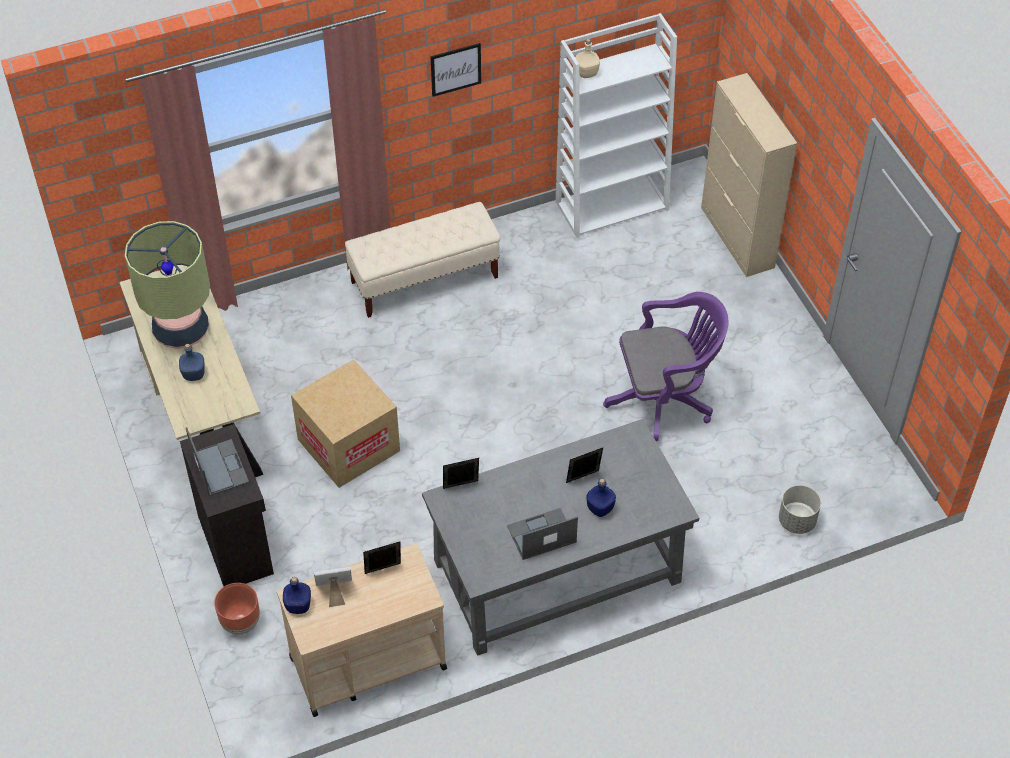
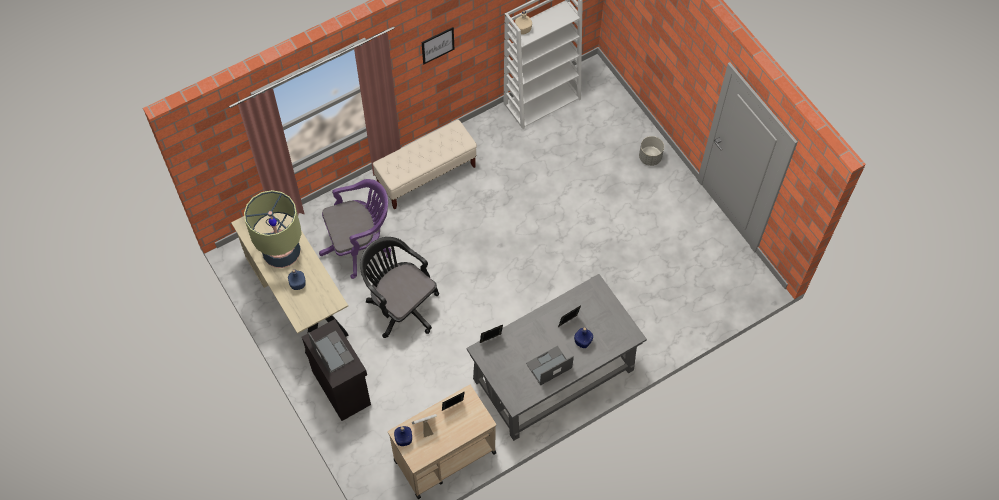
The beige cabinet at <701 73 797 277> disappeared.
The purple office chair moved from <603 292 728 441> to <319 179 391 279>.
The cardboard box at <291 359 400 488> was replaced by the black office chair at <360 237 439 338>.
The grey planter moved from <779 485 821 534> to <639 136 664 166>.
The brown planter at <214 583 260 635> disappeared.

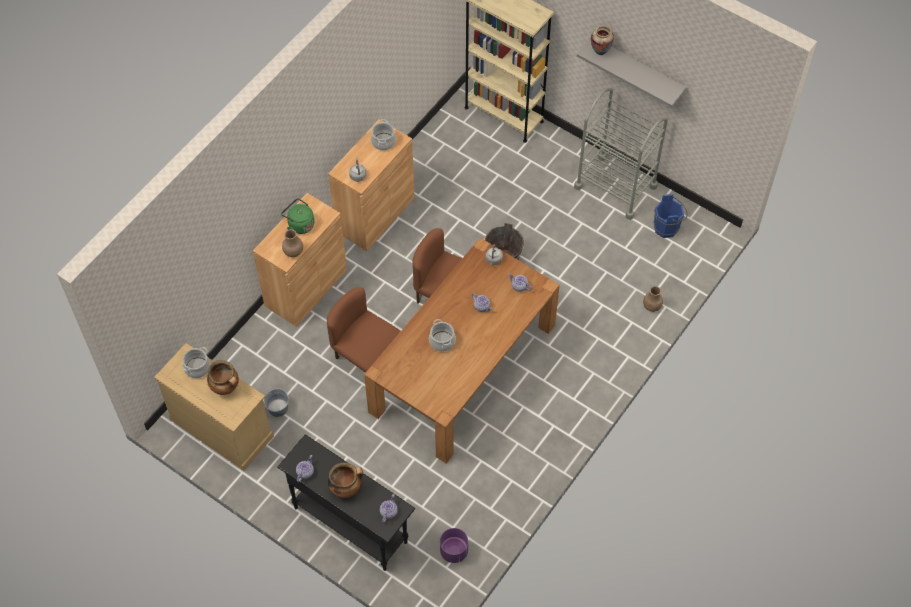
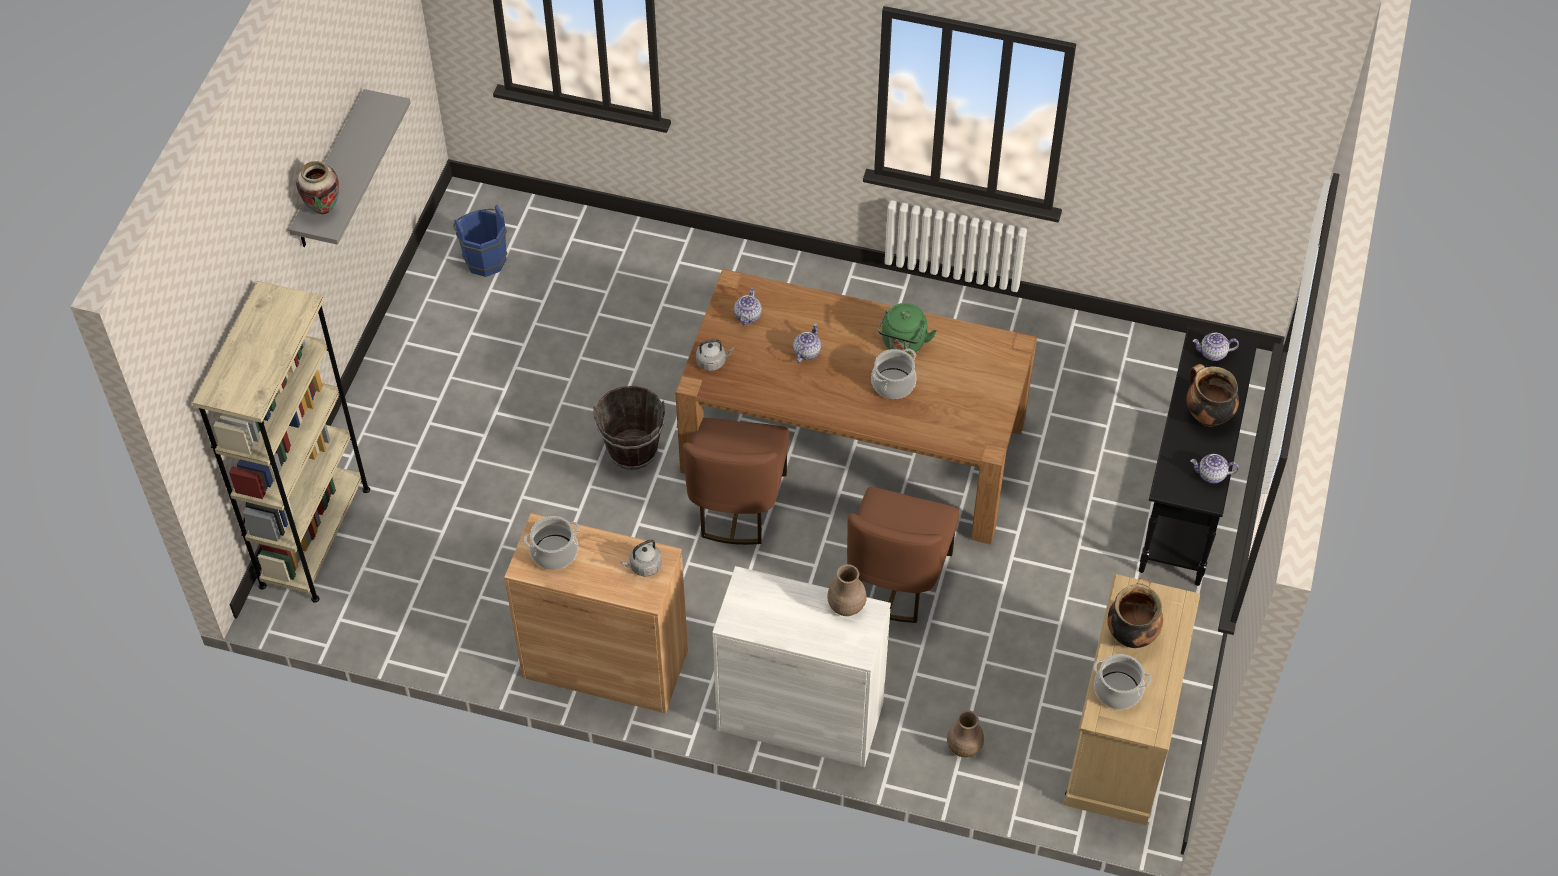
The grey cart at <574 88 668 220> disappeared.
The brown cabinet at <253 193 347 327> became the white cabinet at <712 566 891 767>.
The green kettle moved from <281 198 314 234> to <878 303 937 354>.
The brown vase moved from <643 286 663 312> to <947 710 984 757>.
The grey bucket at <264 388 289 417> disappeared.
The purple planter at <440 528 468 563> disappeared.

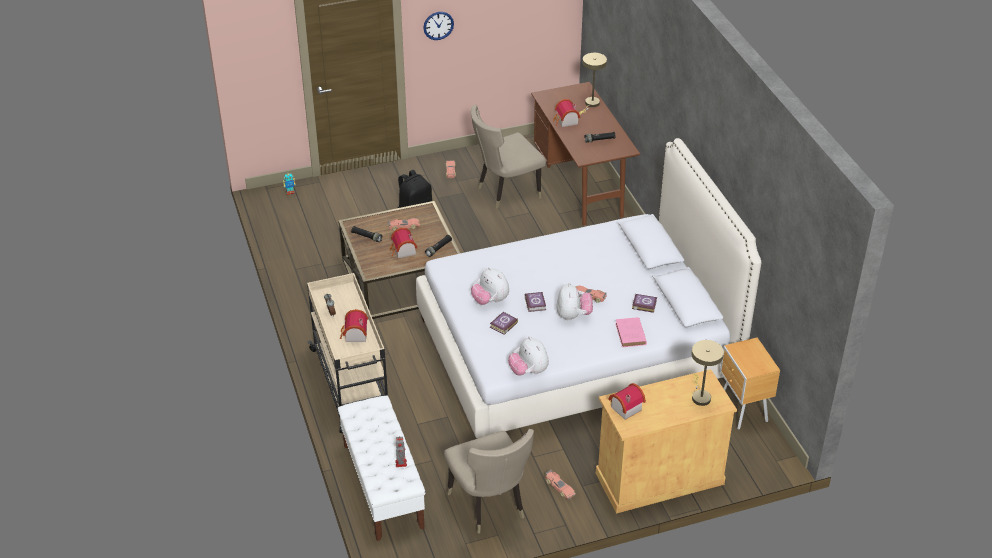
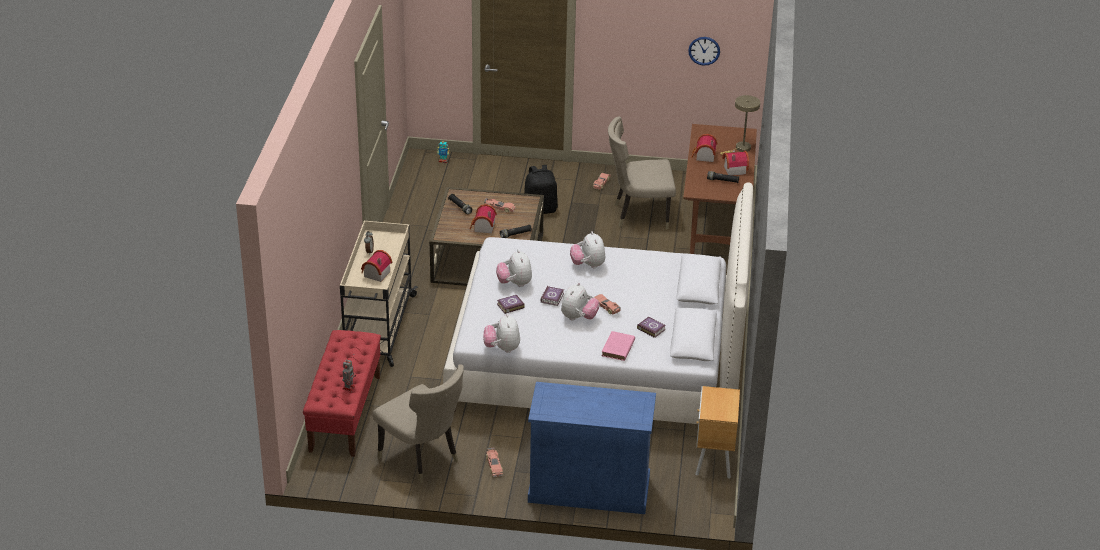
The wall clock moved from <423 12 454 40> to <688 37 720 66>.
The beige table lamp at <692 340 724 406> disappeared.
The beige cabinet at <596 369 737 514> became the blue cabinet at <528 382 656 514>.
The toy house moved from <608 383 646 420> to <722 151 749 176>.
The white bench at <338 395 426 541> became the red bench at <303 330 381 457>.
The beige chair at <444 429 534 533> turned 45 degrees counterclockwise.
The plush toy at <570 231 605 268> appeared.

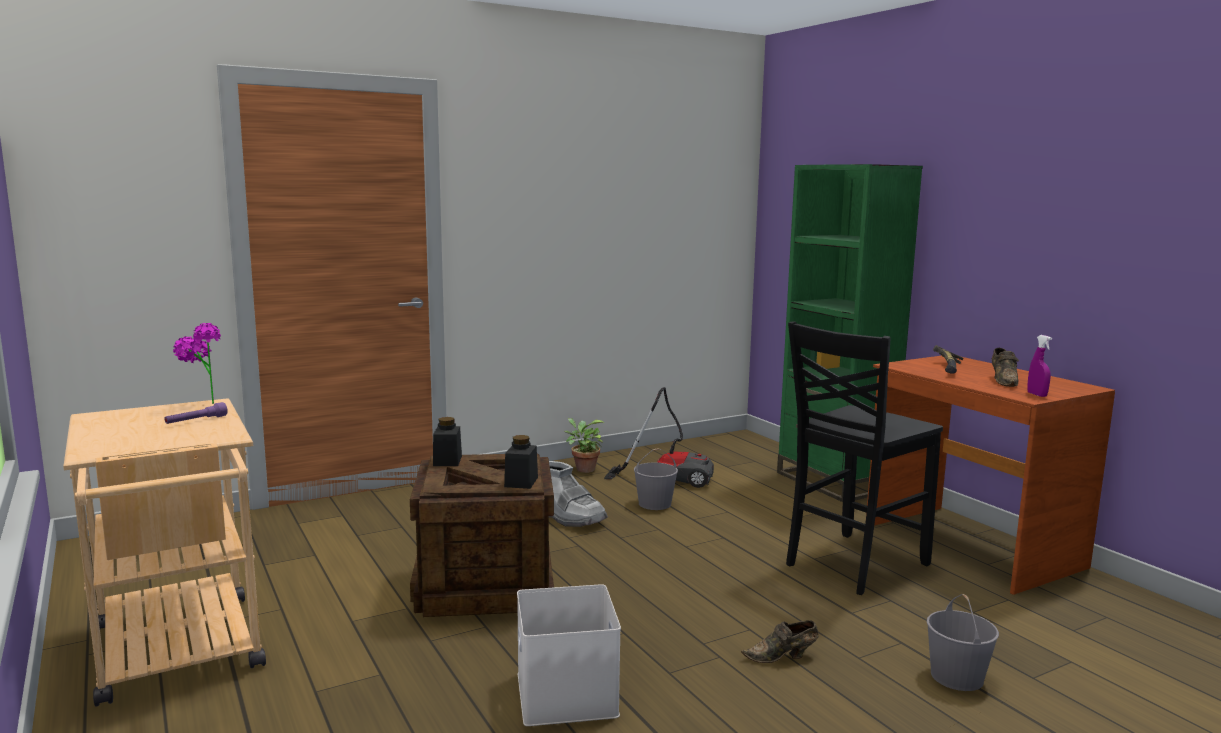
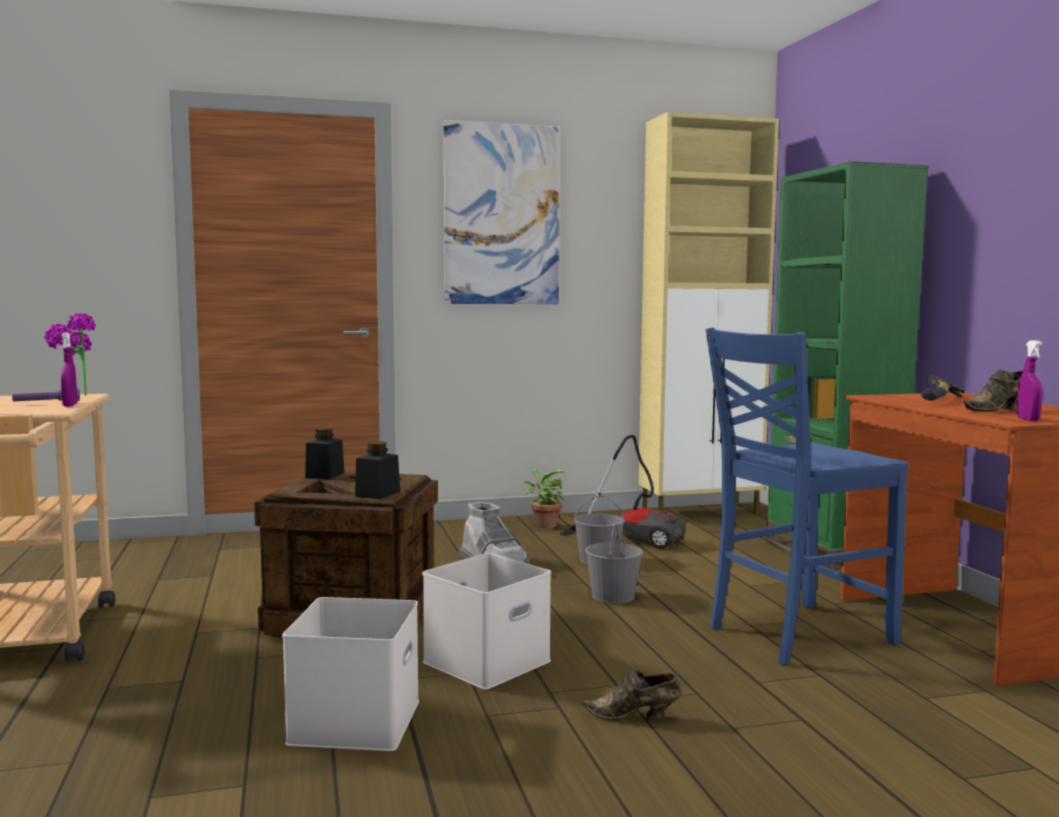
The black chair at <786 321 943 595> became the blue chair at <706 328 909 666>.
The brown shoe at <992 348 1019 387> turned 45 degrees clockwise.
The grey bucket moved from <927 594 999 691> to <585 522 643 604>.
The beige cabinet at <639 112 779 515> appeared.
The picture at <444 120 560 304> appeared.
The purple spray bottle at <61 332 77 407> appeared.
The white storage box at <422 553 551 690> appeared.

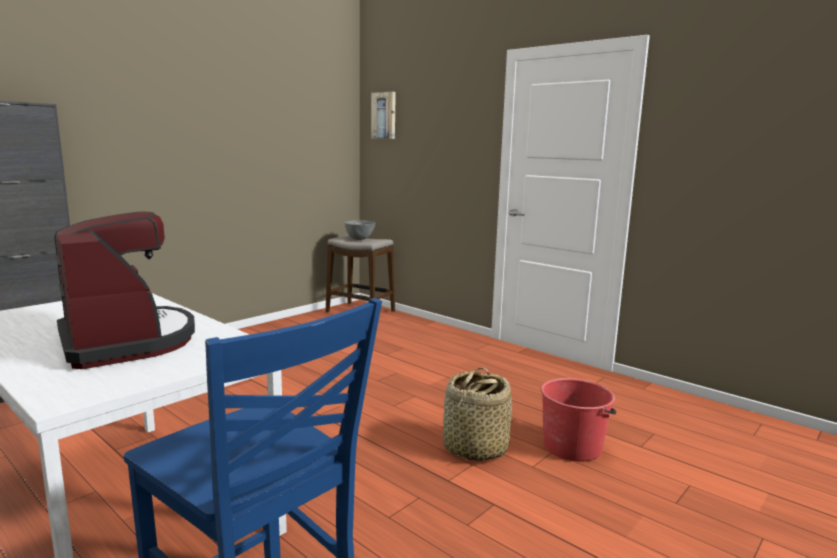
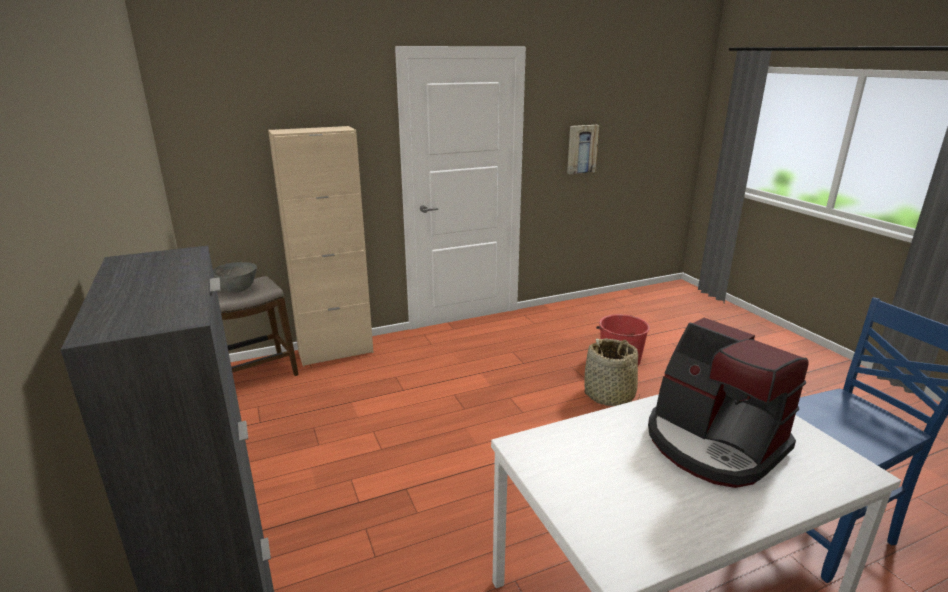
The picture moved from <371 92 396 139> to <567 125 599 174>.
The coffee machine at <55 212 195 369> turned 120 degrees counterclockwise.
The beige cabinet at <268 126 374 367> appeared.

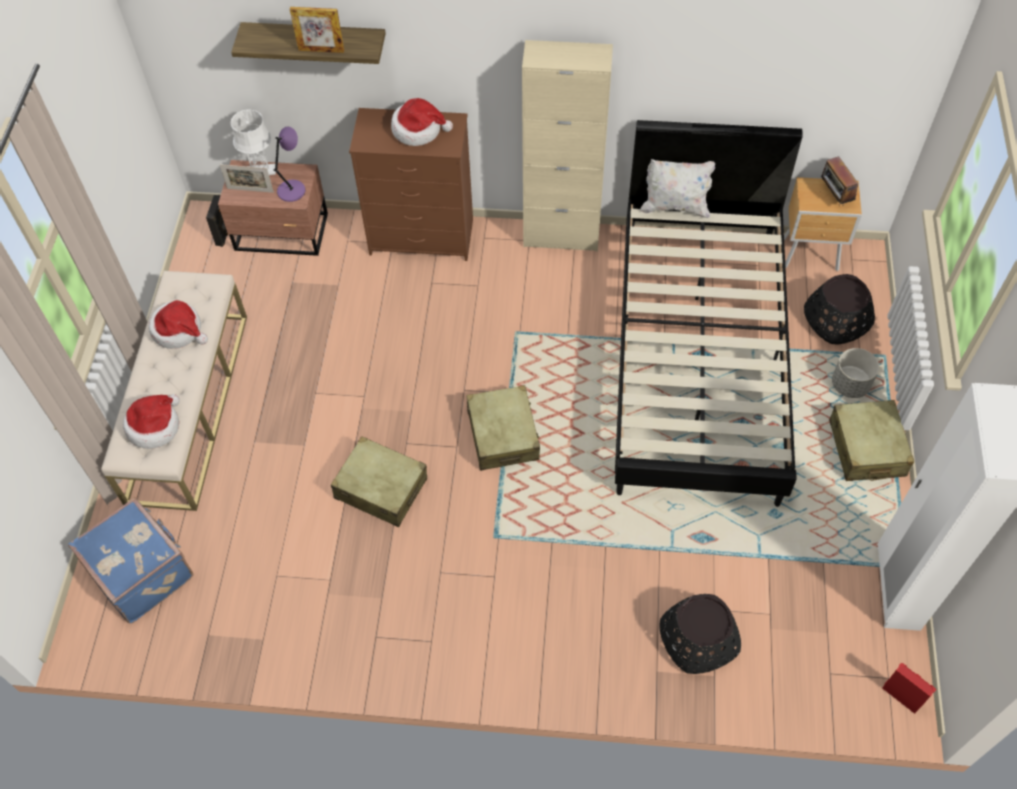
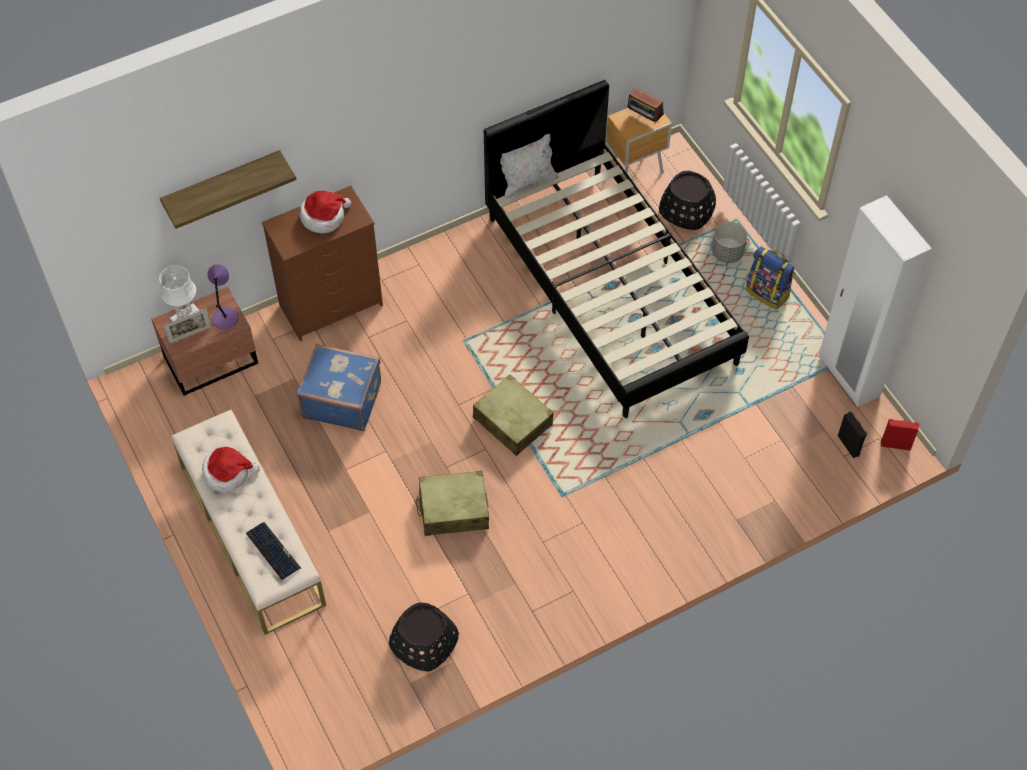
The picture frame at <290 7 344 53> disappeared.
The beige cabinet at <522 40 613 252> disappeared.
The black speaker moved from <206 195 228 247> to <838 411 867 458>.
The hat at <123 394 180 449> was replaced by the keyboard at <246 522 301 581>.
The beige suitcase at <829 400 914 481> was replaced by the backpack at <746 246 795 310>.
The blue suitcase moved from <68 497 193 623> to <297 344 381 431>.
The black planter moved from <659 594 741 674> to <389 602 459 671>.

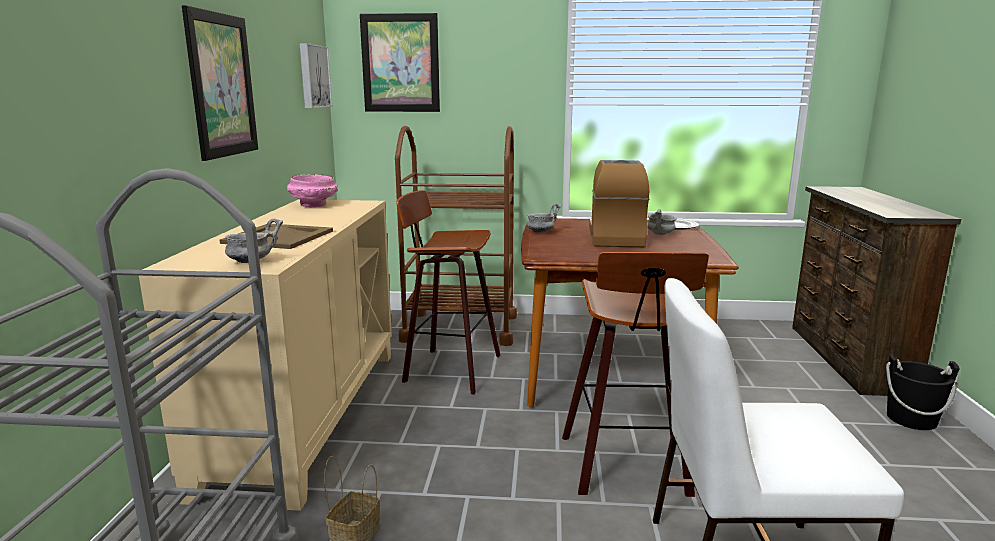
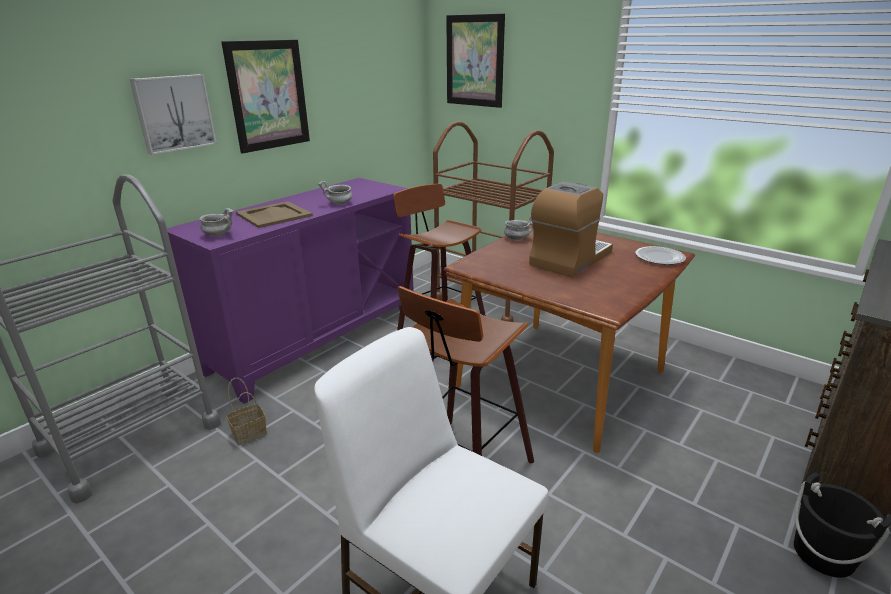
The picture moved from <299 43 332 108> to <130 74 217 155>.
The pink bowl at <287 174 338 207> disappeared.
The beige cabinet at <139 200 392 511> became the purple cabinet at <167 178 414 404>.
The grey bowl moved from <647 209 677 235> to <318 181 352 205>.

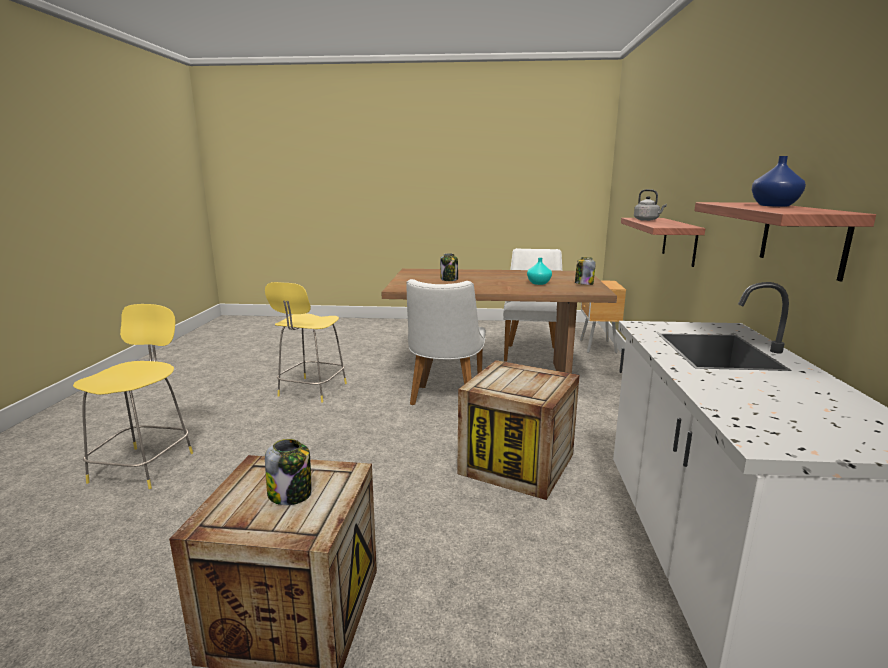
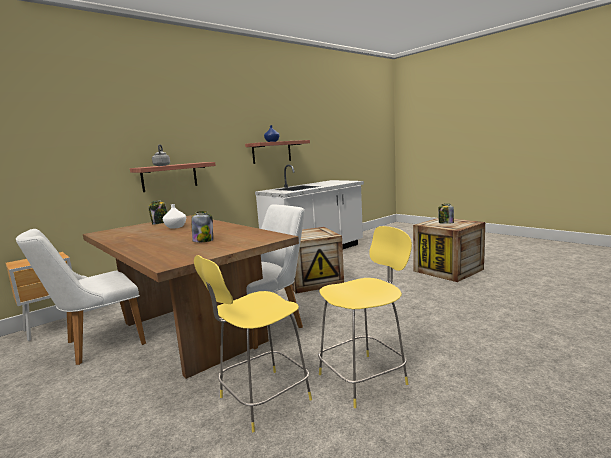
The turquoise vase at <527 258 552 285> became the white vase at <163 204 186 229>.
The yellow stool moved from <73 304 193 489> to <194 255 312 432>.

